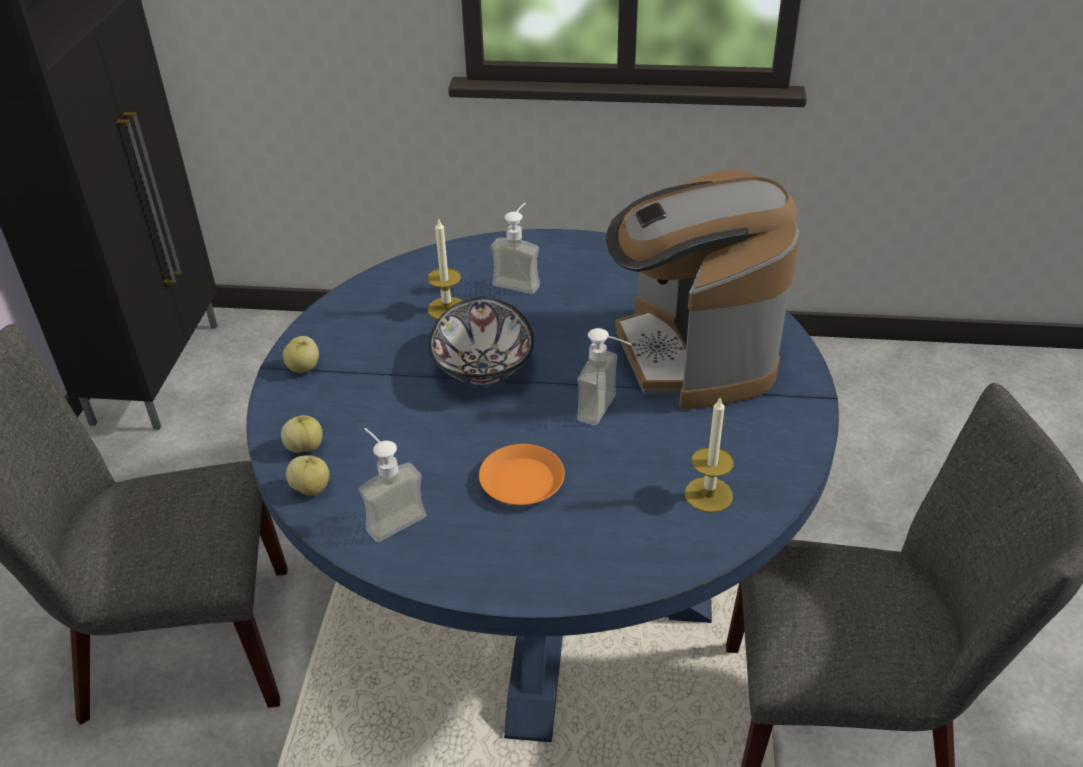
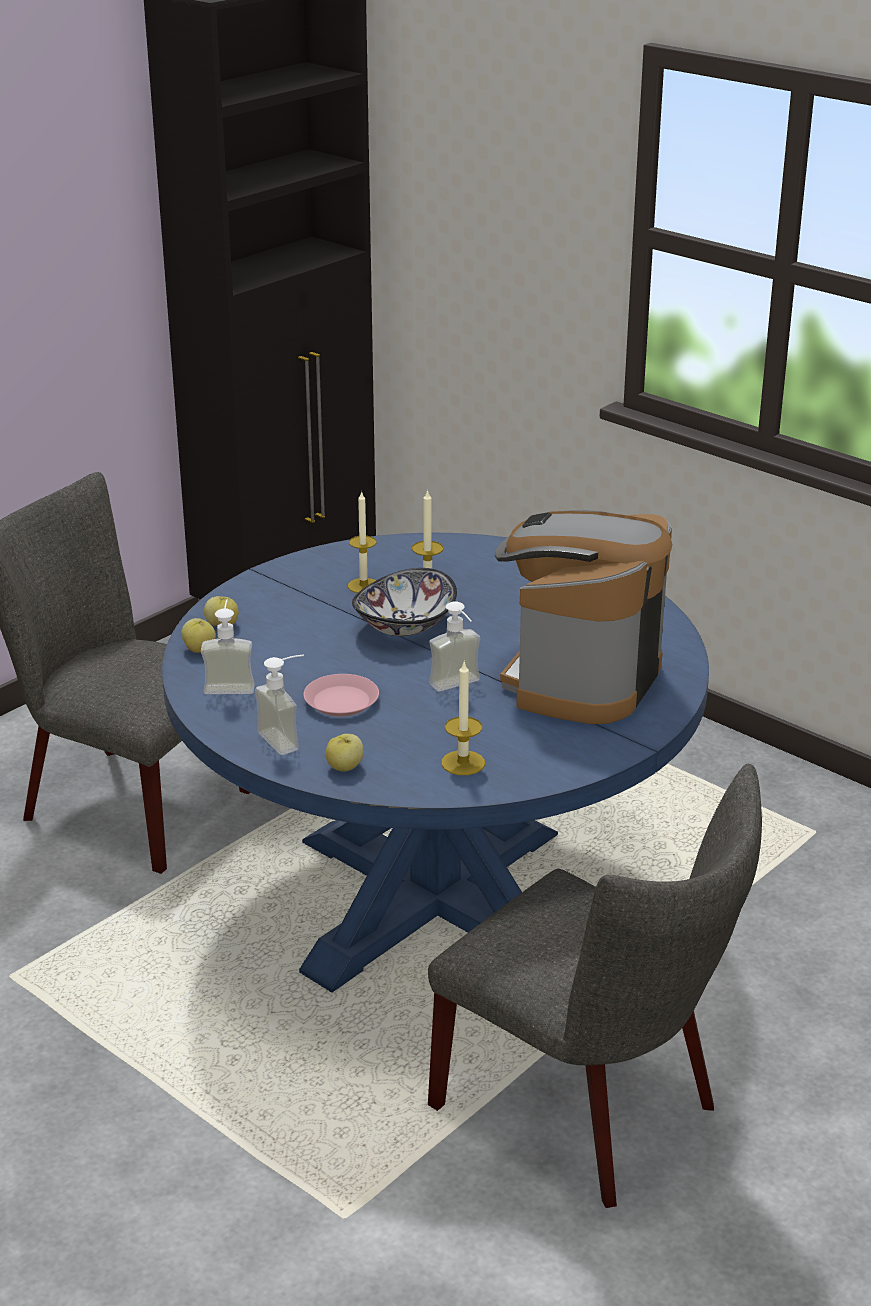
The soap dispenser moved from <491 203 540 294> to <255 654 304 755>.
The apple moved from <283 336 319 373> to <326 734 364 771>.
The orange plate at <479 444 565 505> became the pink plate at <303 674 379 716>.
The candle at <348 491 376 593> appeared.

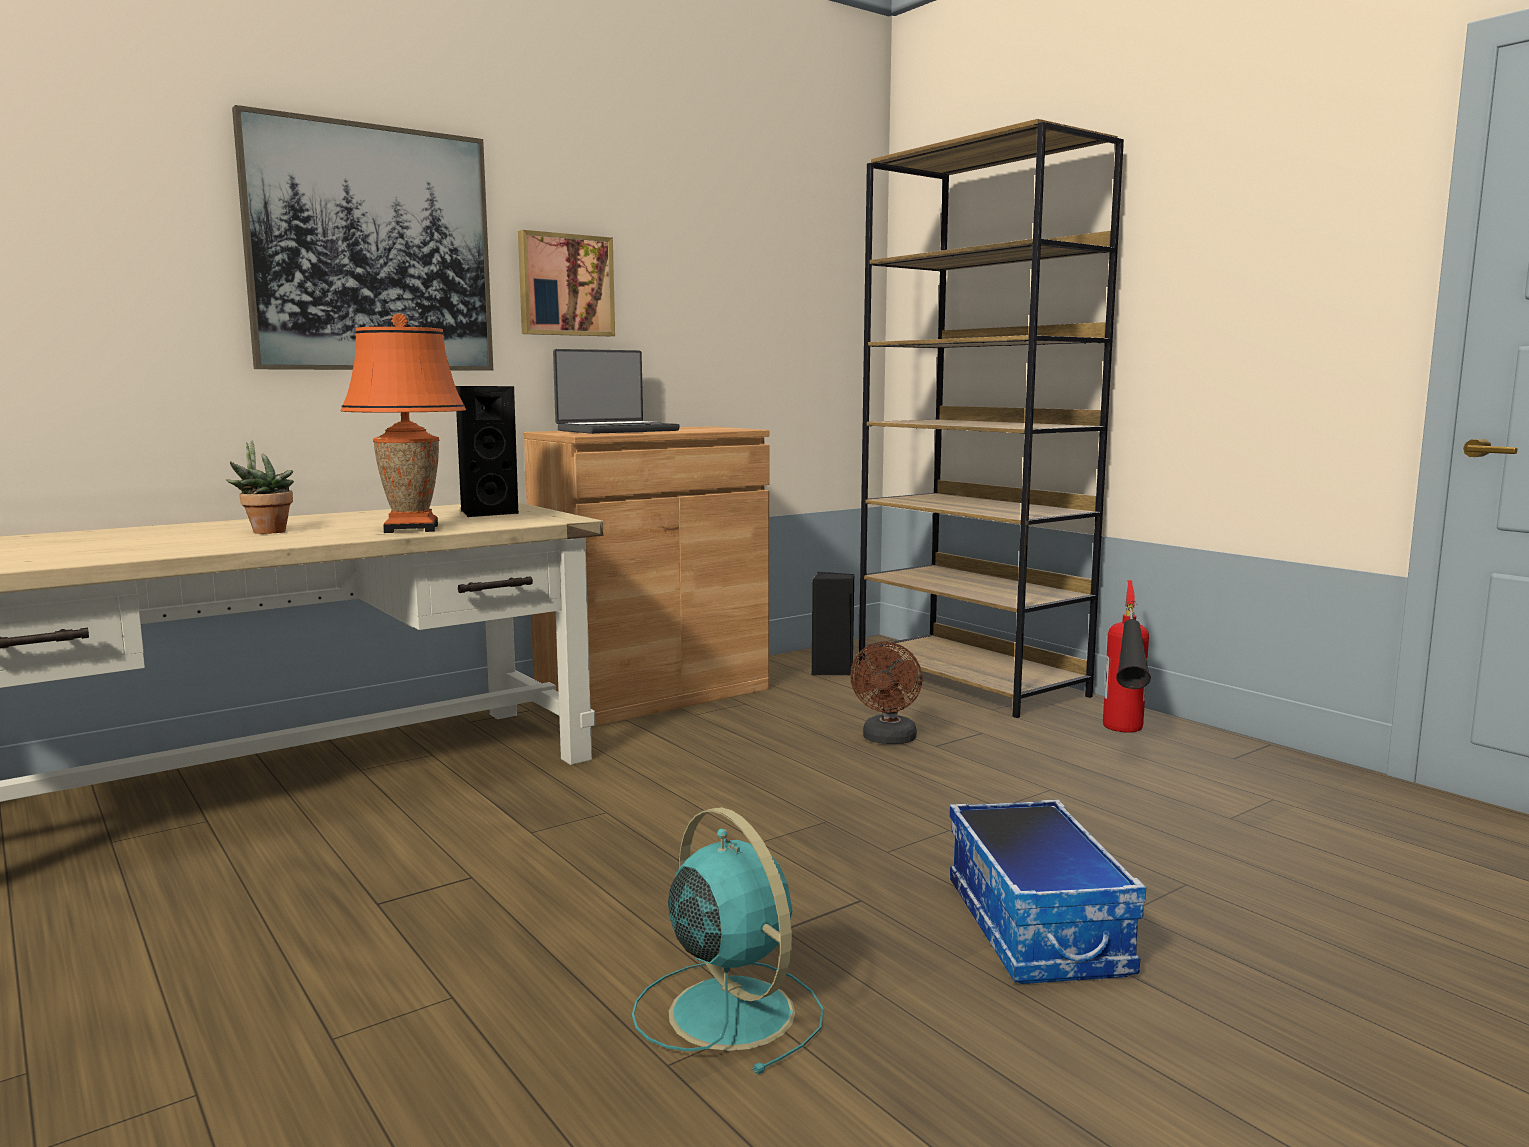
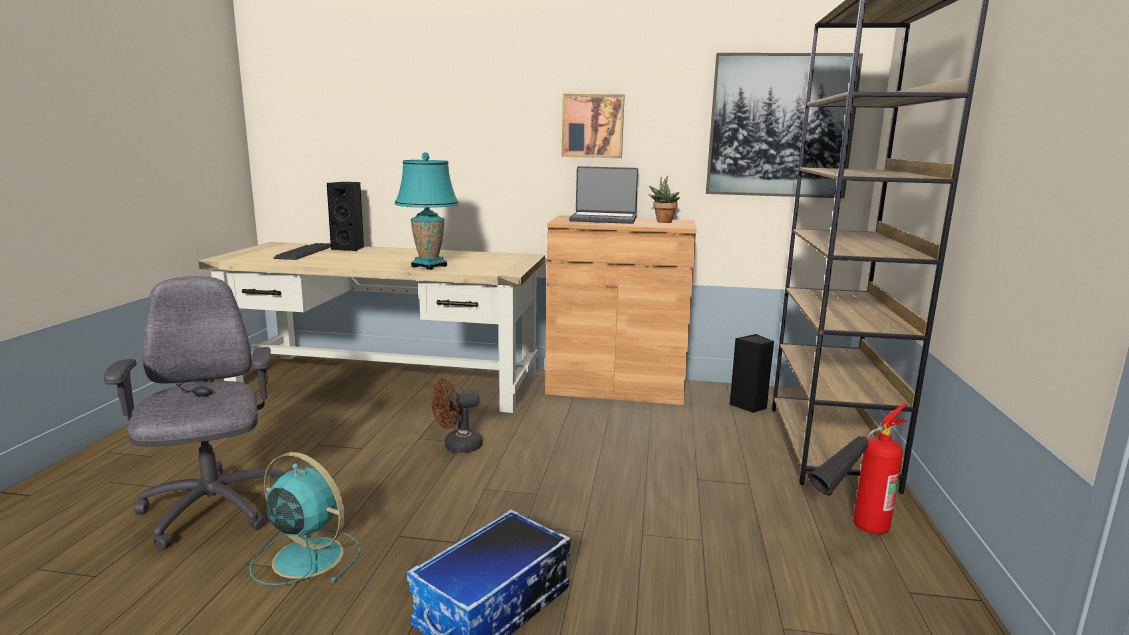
The picture moved from <232 105 493 371> to <706 53 863 198>.
The orange table lamp at <341 313 466 533> became the turquoise table lamp at <395 152 459 270>.
The black speaker moved from <455 386 518 517> to <327 182 364 251>.
The potted plant moved from <226 440 294 534> to <648 176 680 223>.
The brown fan moved from <850 642 922 744> to <431 379 483 453>.
The turquoise fan at <632 807 824 1074> turned 75 degrees counterclockwise.
The keyboard at <274 243 331 260> appeared.
The grey office chair at <104 276 285 550> appeared.

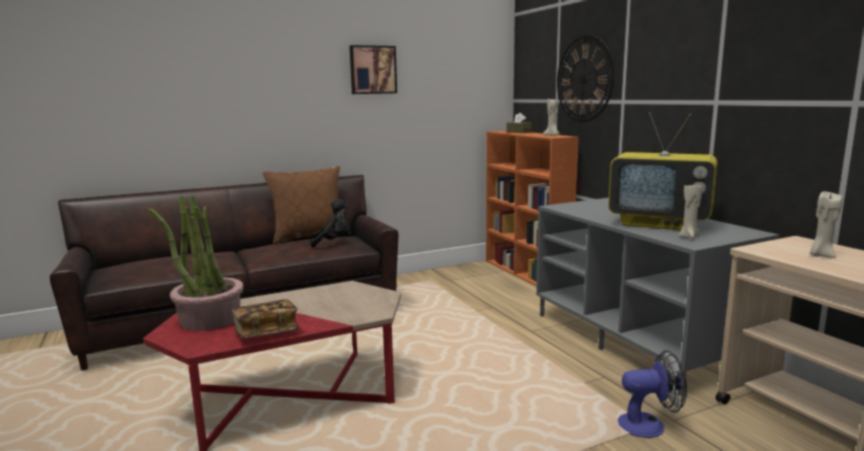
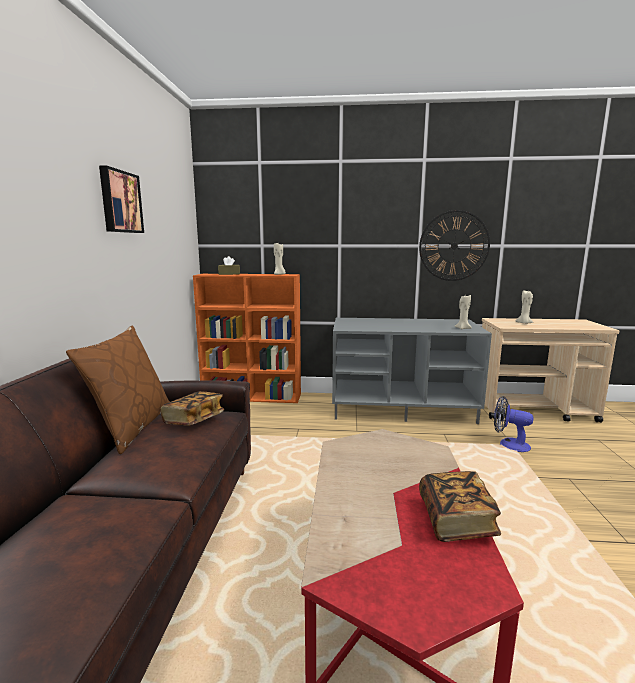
The wall clock moved from <557 35 614 122> to <419 210 490 281>.
The television at <608 113 718 230> disappeared.
The potted plant at <148 195 244 331> disappeared.
The black plush toy at <310 199 350 247> was replaced by the book at <161 391 224 426>.
The fan at <618 350 687 438> turned 90 degrees counterclockwise.

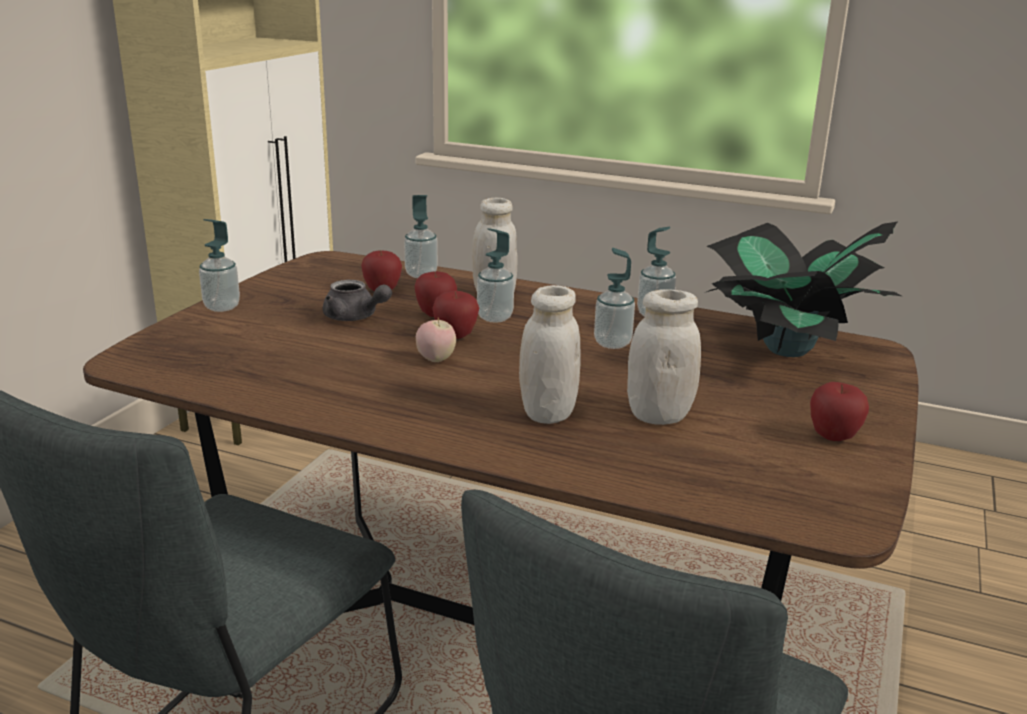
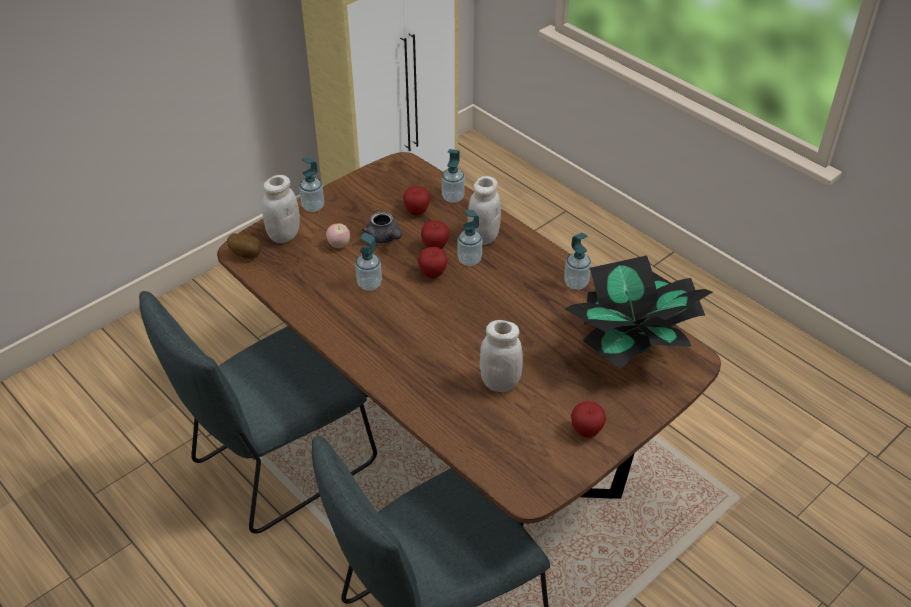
The soap dispenser moved from <594 248 635 349> to <355 232 382 291>.
The white jar moved from <519 285 580 424> to <262 175 300 243>.
The apple moved from <416 318 456 362> to <326 223 350 248>.
The potato at <227 233 261 259> appeared.

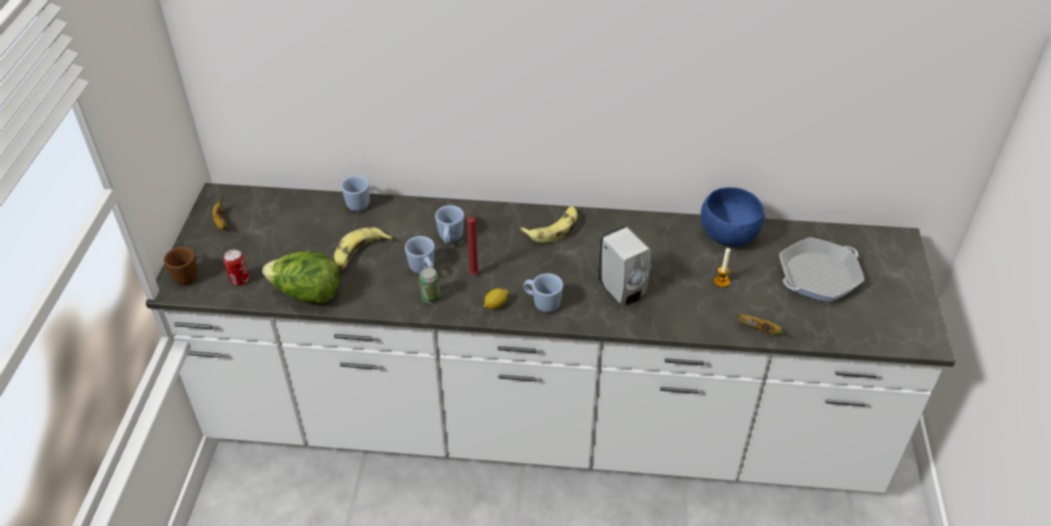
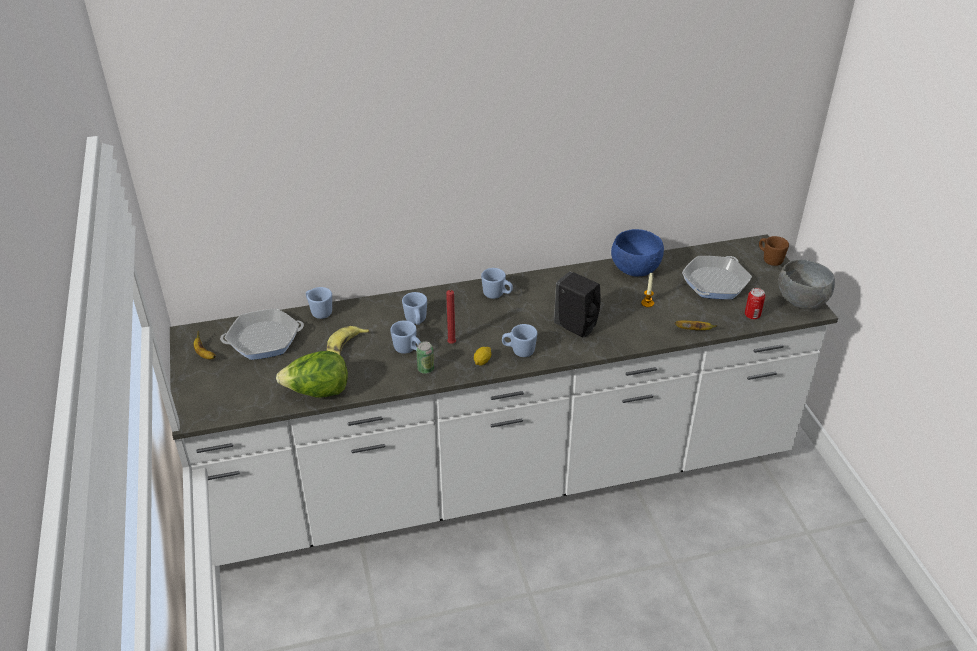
The banana at <520 206 578 243> was replaced by the blue mug at <481 268 513 299>.
The white soap dispenser at <597 225 651 305> became the black soap dispenser at <554 271 600 337>.
The brown mug moved from <164 246 198 285> to <759 236 789 266>.
The can moved from <223 249 249 286> to <745 288 765 320>.
The grey bowl at <779 259 835 309> appeared.
The frying pan at <220 308 304 360> appeared.

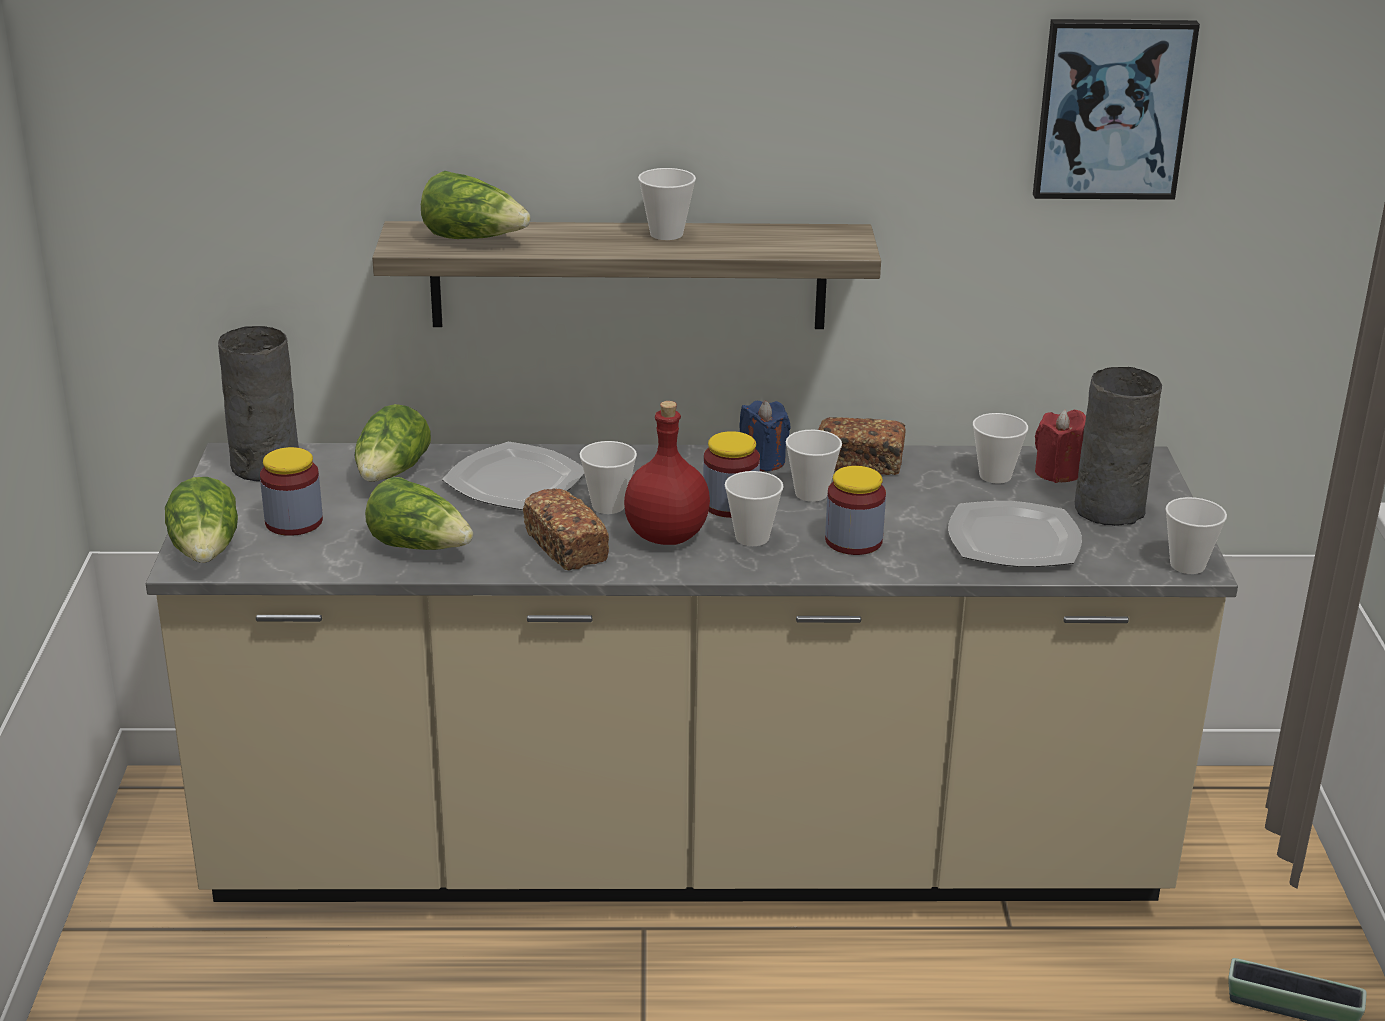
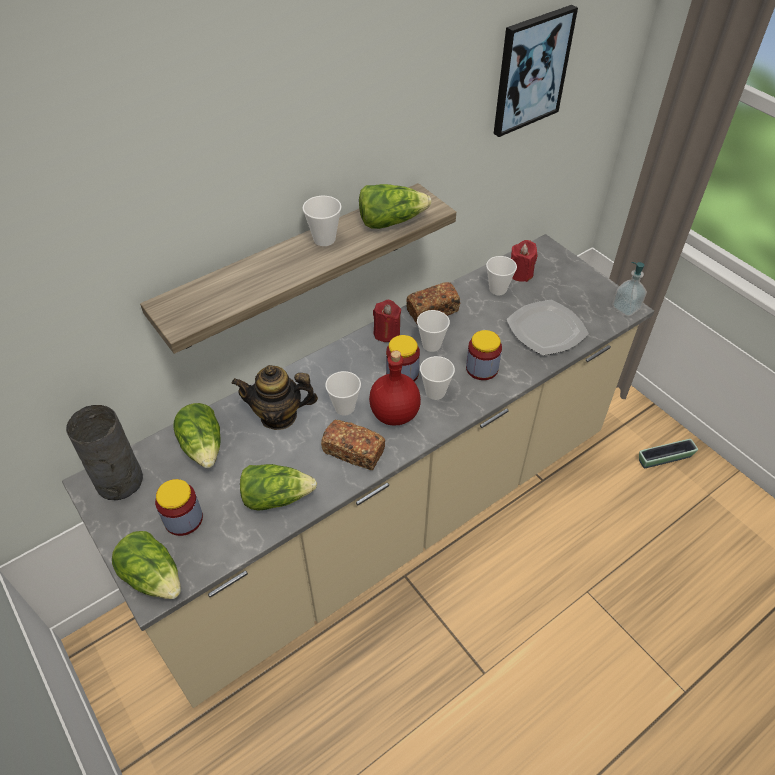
The lettuce moved from <421 171 531 239> to <359 184 432 229>.
The grey vase at <1075 367 1162 526> disappeared.
The blue candle at <739 401 791 471> became the red candle at <373 300 401 342>.
The plate at <442 442 584 510> was replaced by the teapot at <232 365 318 430>.
The cup at <1165 497 1227 574> was replaced by the soap dispenser at <612 262 647 317>.

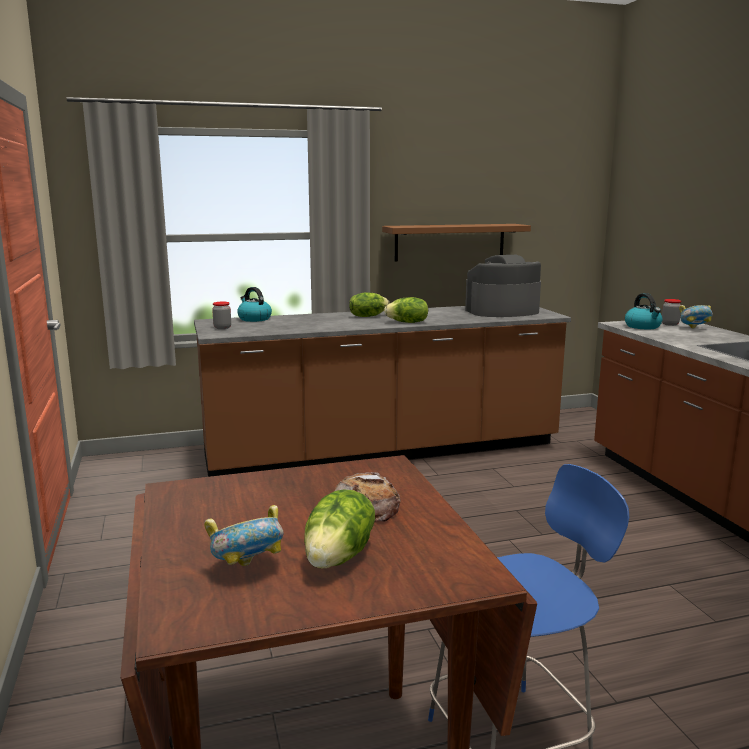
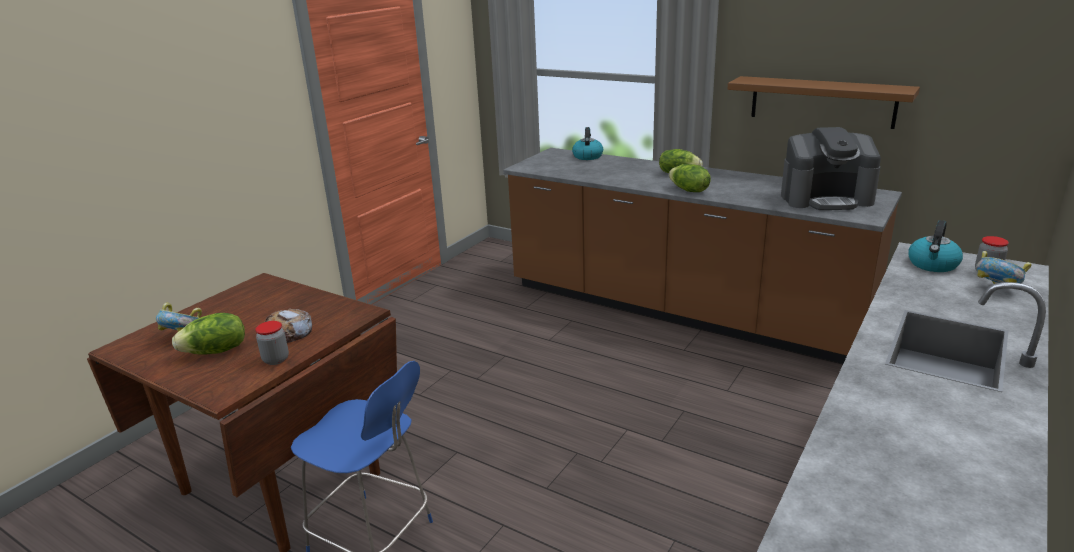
The coffee machine at <465 255 541 317> turned 150 degrees clockwise.
The jar moved from <212 302 231 329> to <255 321 289 365>.

